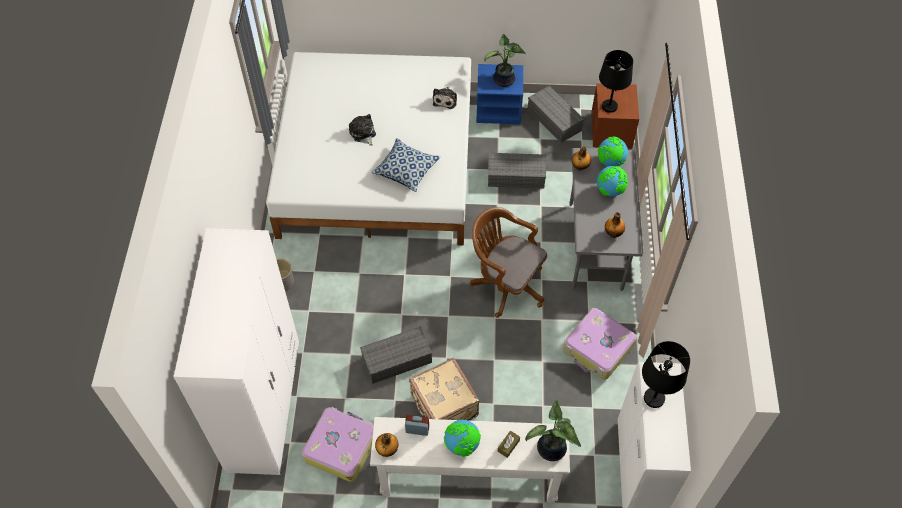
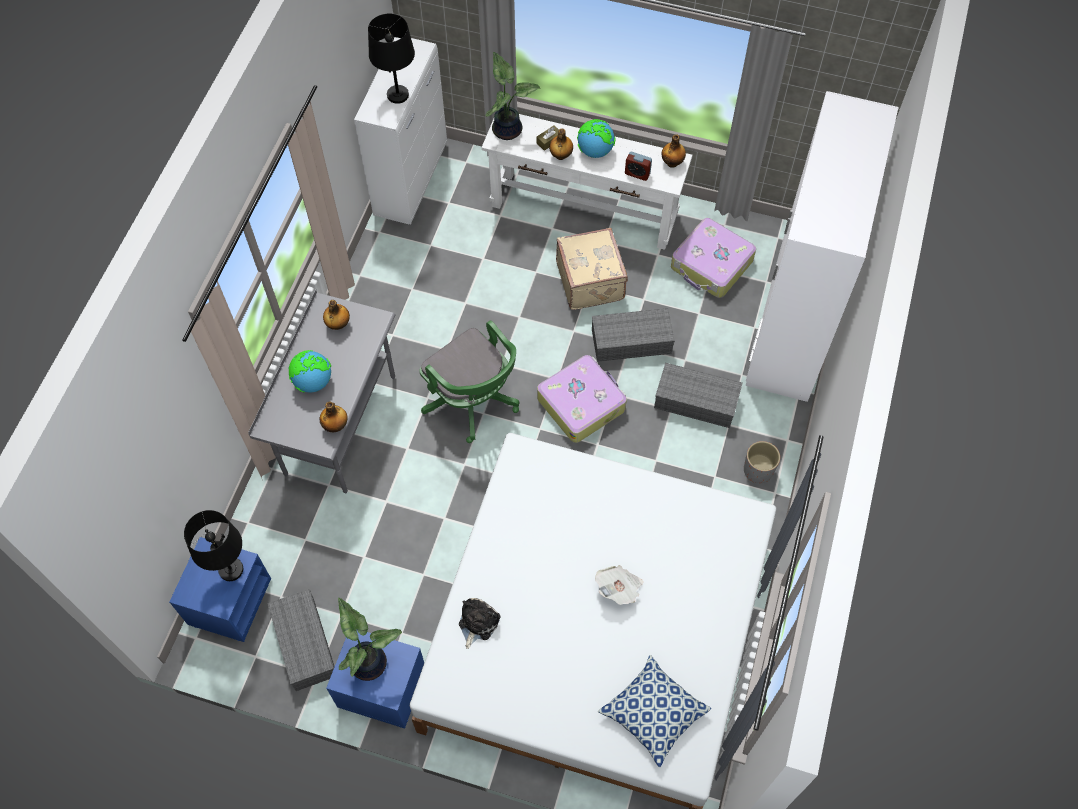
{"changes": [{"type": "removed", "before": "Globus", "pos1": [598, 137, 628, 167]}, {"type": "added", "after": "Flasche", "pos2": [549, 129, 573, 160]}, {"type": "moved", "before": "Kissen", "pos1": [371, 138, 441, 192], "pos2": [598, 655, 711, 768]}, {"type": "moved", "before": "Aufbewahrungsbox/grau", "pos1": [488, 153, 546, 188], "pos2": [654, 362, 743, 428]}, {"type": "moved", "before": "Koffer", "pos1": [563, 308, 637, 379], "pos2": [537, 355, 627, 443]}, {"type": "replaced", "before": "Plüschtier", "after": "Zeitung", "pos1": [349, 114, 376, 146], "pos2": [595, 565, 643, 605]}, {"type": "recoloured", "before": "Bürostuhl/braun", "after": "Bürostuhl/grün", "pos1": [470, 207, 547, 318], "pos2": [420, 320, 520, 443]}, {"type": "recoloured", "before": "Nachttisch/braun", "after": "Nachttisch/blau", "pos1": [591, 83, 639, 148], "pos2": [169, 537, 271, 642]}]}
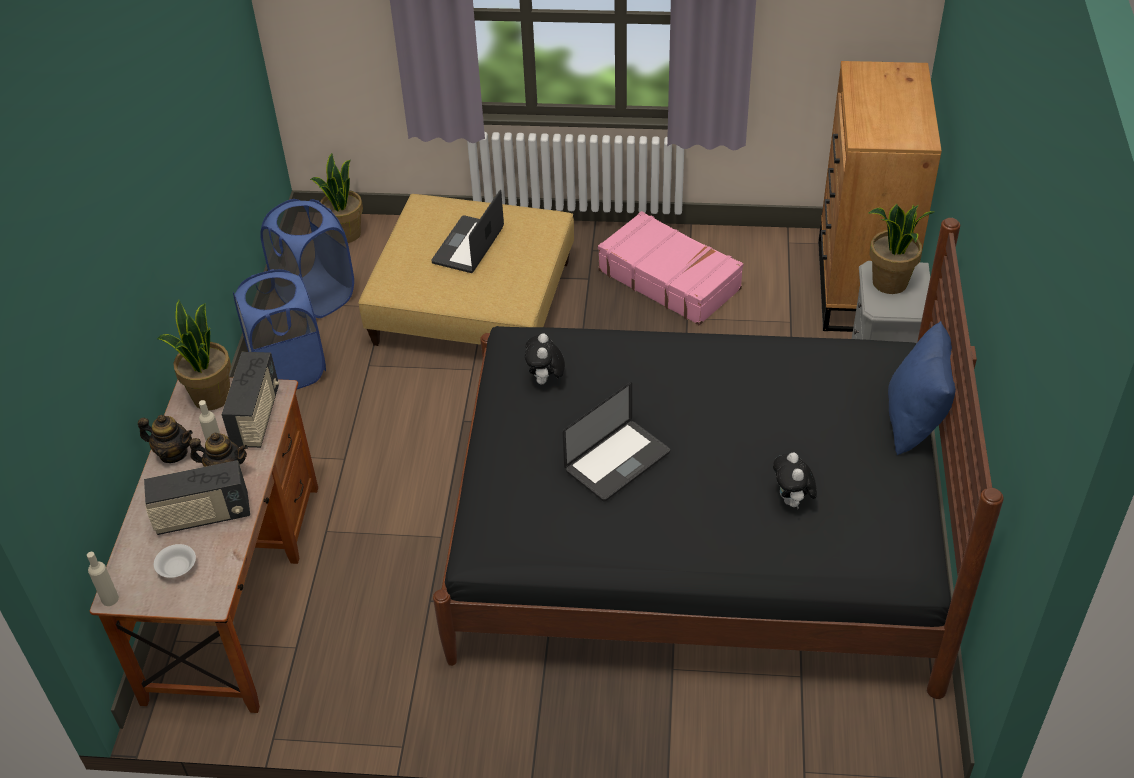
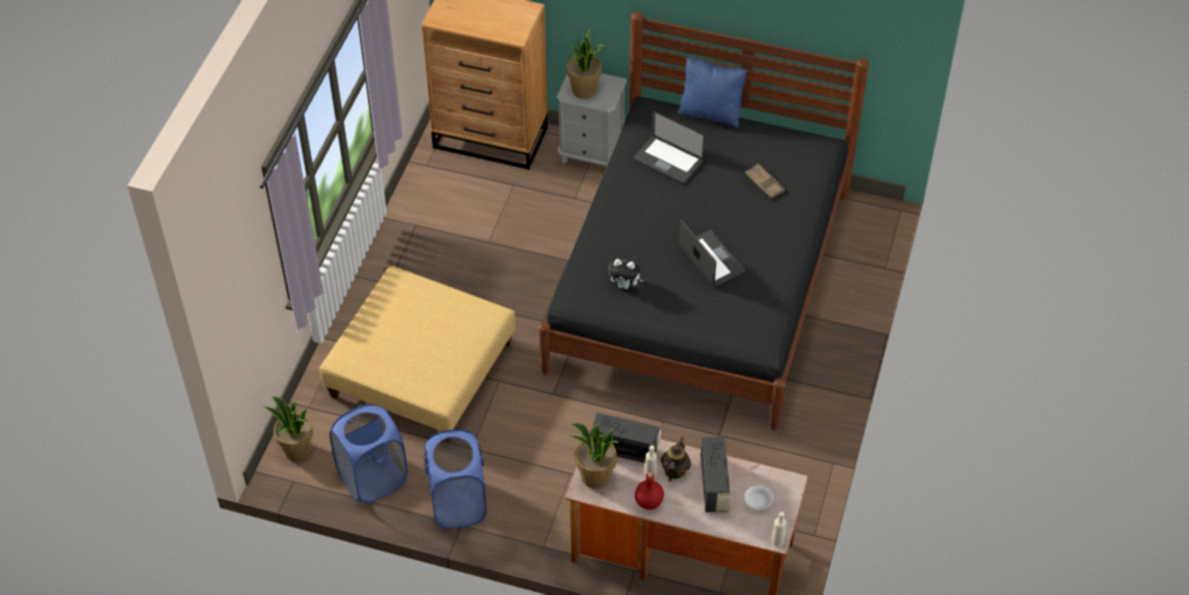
{"changes": [{"type": "removed", "before": "Koffer/rosa", "pos1": [598, 211, 744, 325]}, {"type": "moved", "before": "Laptop", "pos1": [431, 190, 504, 273], "pos2": [634, 111, 705, 184]}, {"type": "replaced", "before": "Teekanne", "after": "Flasche/rot", "pos1": [138, 415, 193, 463], "pos2": [635, 472, 664, 510]}, {"type": "replaced", "before": "Plüschtier", "after": "Tablett/braun", "pos1": [773, 452, 817, 509], "pos2": [745, 164, 785, 199]}]}
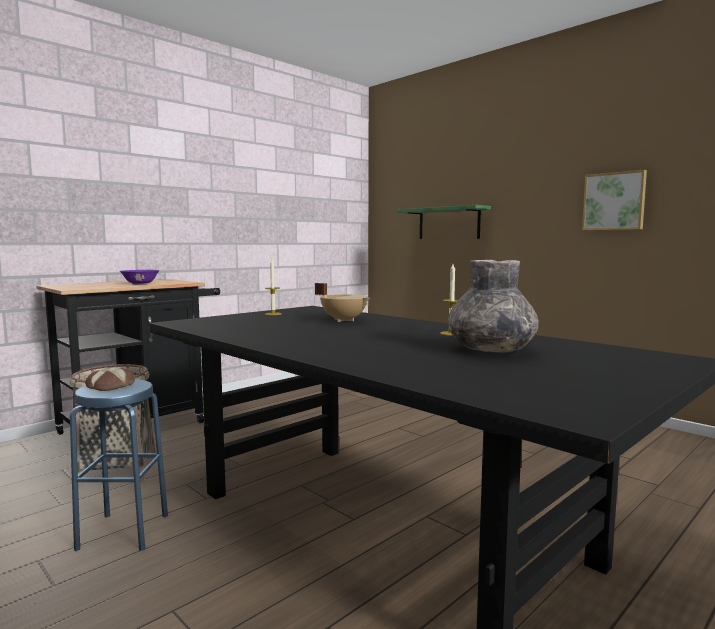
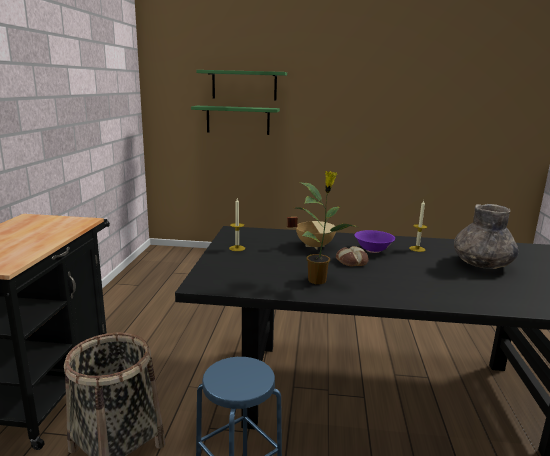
{"changes": [{"type": "removed", "before": "Bild", "pos1": [582, 170, 647, 230]}, {"type": "added", "after": "Wandregal/grün", "pos2": [196, 70, 287, 100]}, {"type": "added", "after": "Topfpflanze", "pos2": [296, 171, 357, 284]}, {"type": "moved", "before": "Brot", "pos1": [85, 367, 135, 391], "pos2": [336, 246, 369, 266]}, {"type": "moved", "before": "Schüssel/lila", "pos1": [120, 270, 160, 285], "pos2": [354, 230, 395, 253]}]}
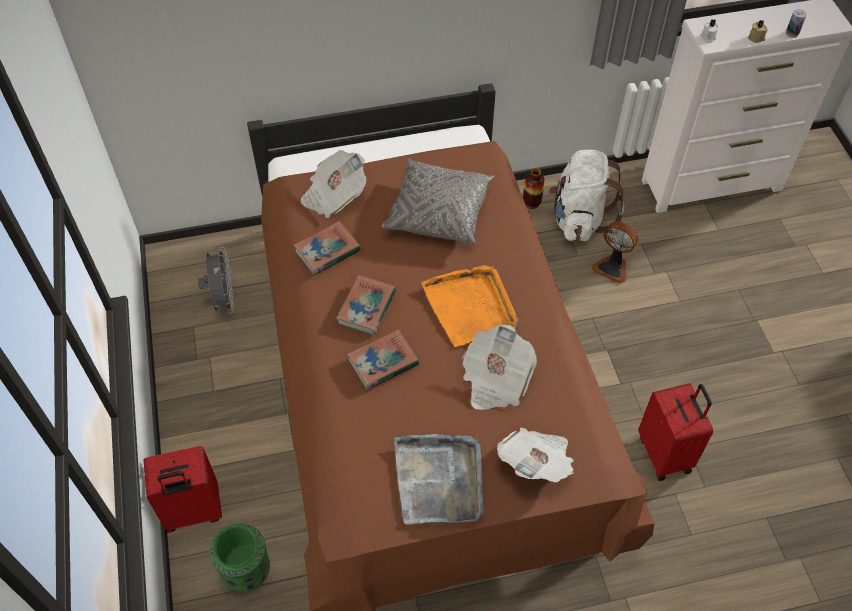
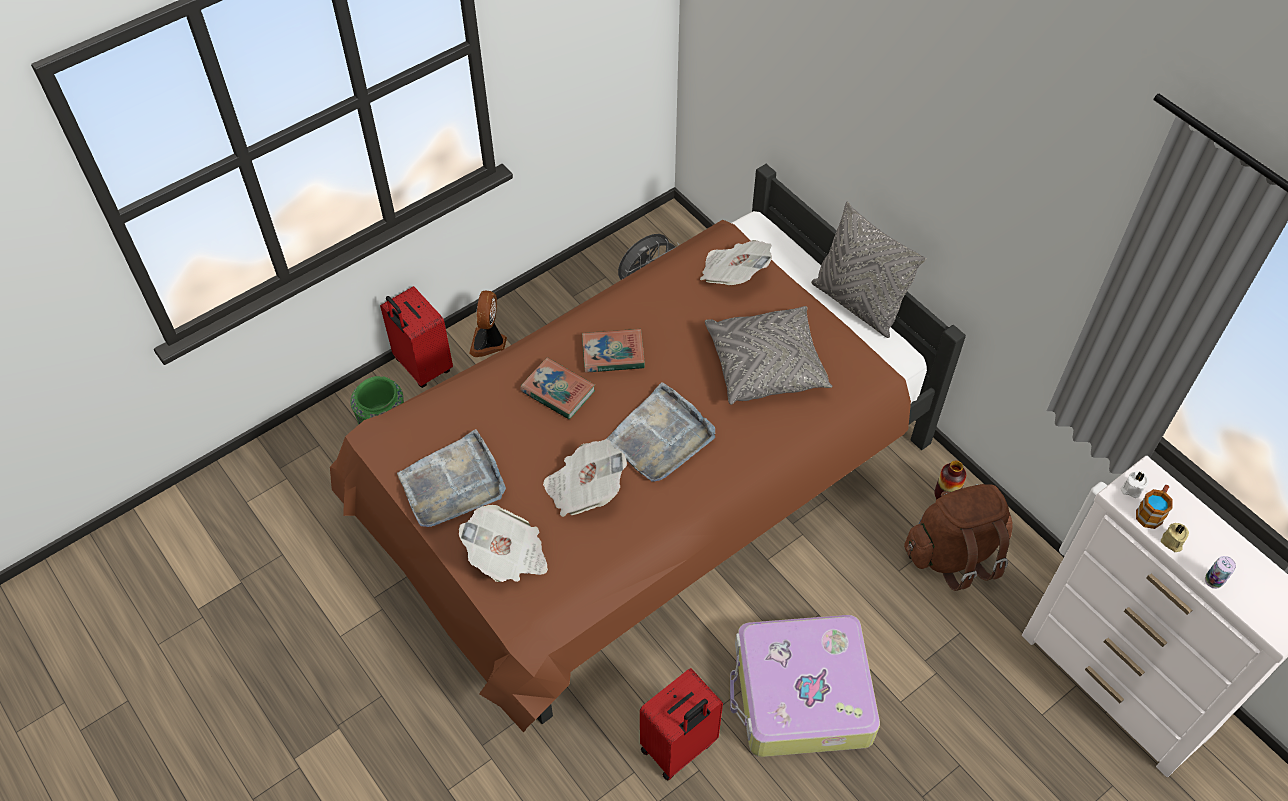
{"changes": [{"type": "removed", "before": "Buch", "pos1": [294, 221, 361, 275]}, {"type": "added", "after": "Koffer", "pos2": [730, 615, 880, 757]}, {"type": "added", "after": "Kissen/grau", "pos2": [811, 202, 926, 338]}, {"type": "added", "after": "Henkelbecher", "pos2": [1136, 485, 1173, 529]}, {"type": "moved", "before": "Ventilator", "pos1": [592, 221, 638, 284], "pos2": [469, 291, 507, 357]}, {"type": "recoloured", "before": "Tablett/orange", "after": "Tablett/grau", "pos1": [421, 265, 518, 347], "pos2": [606, 382, 715, 482]}, {"type": "recoloured", "before": "Rucksack/weiß", "after": "Rucksack/braun", "pos1": [549, 150, 625, 241], "pos2": [904, 484, 1013, 591]}]}
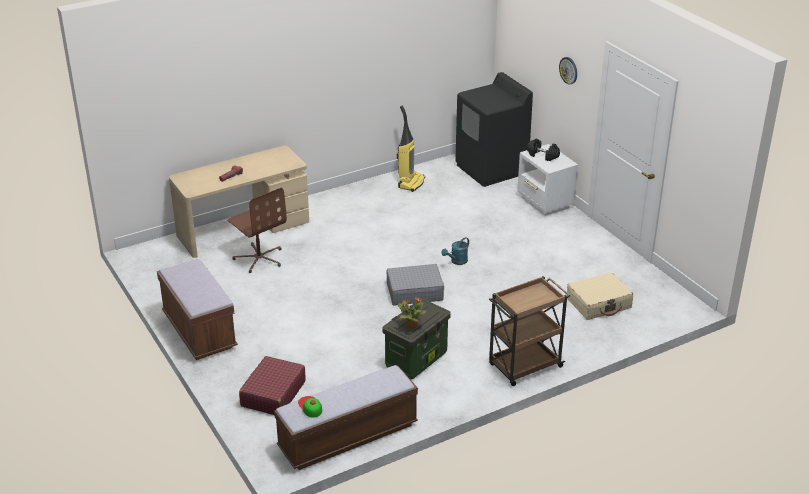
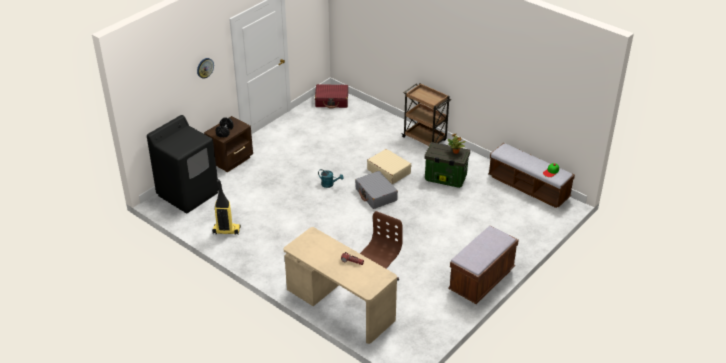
{"changes": [{"type": "moved", "before": "Koffer/rot", "pos1": [239, 356, 306, 415], "pos2": [315, 84, 348, 109]}, {"type": "moved", "before": "Koffer/beige", "pos1": [567, 272, 633, 320], "pos2": [367, 149, 411, 185]}, {"type": "recoloured", "before": "Nachttisch/weiß", "after": "Nachttisch/braun", "pos1": [517, 144, 578, 216], "pos2": [204, 116, 253, 172]}]}
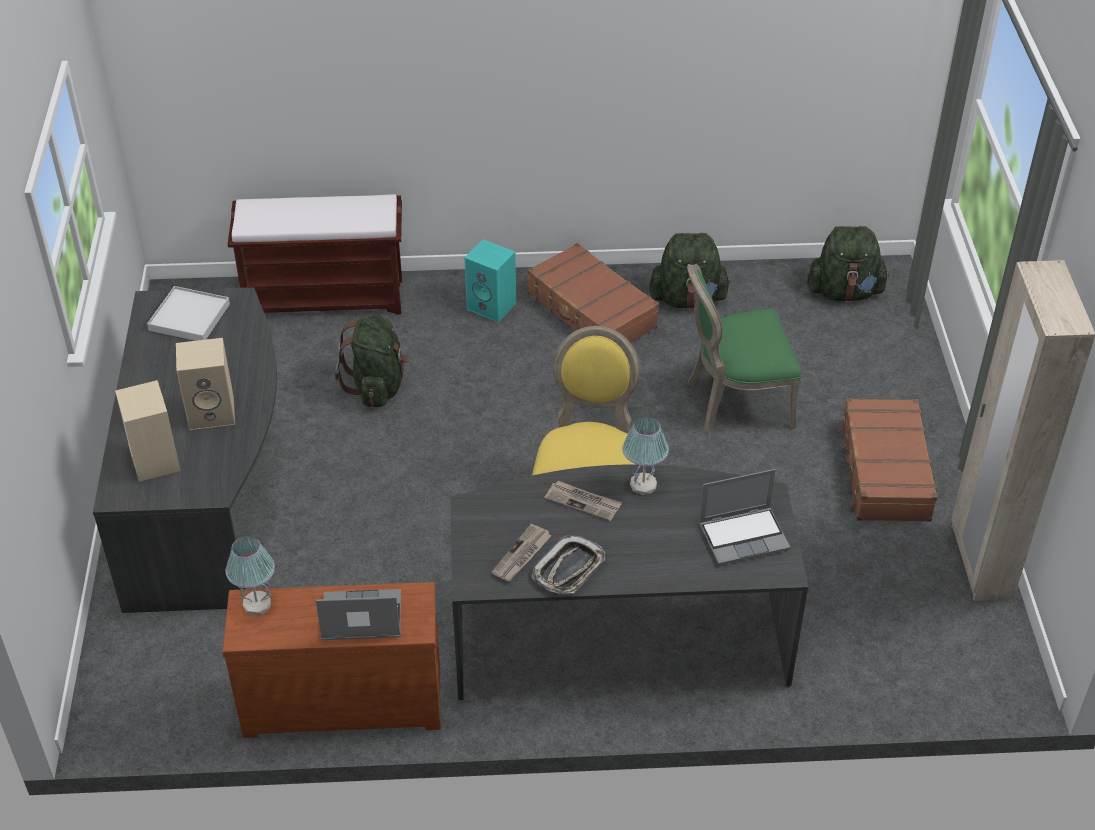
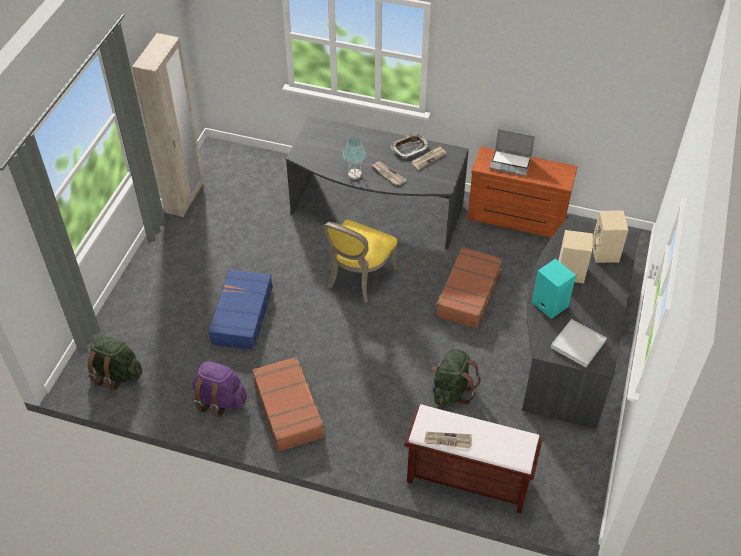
{"changes": [{"type": "removed", "before": "Tischlampe", "pos1": [226, 536, 275, 616]}, {"type": "removed", "before": "Laptop", "pos1": [699, 469, 790, 565]}, {"type": "added", "after": "Zeitung", "pos2": [424, 432, 472, 448]}, {"type": "moved", "before": "Lautsprecher/türkis", "pos1": [465, 239, 516, 322], "pos2": [532, 258, 576, 319]}, {"type": "moved", "before": "Koffer/braun", "pos1": [838, 398, 938, 522], "pos2": [436, 247, 502, 329]}, {"type": "replaced", "before": "Stuhl/grün", "after": "Koffer/blau", "pos1": [687, 264, 801, 433], "pos2": [208, 269, 273, 350]}, {"type": "recoloured", "before": "Rucksack/grün", "after": "Rucksack/lila", "pos1": [649, 233, 731, 309], "pos2": [192, 362, 247, 417]}]}
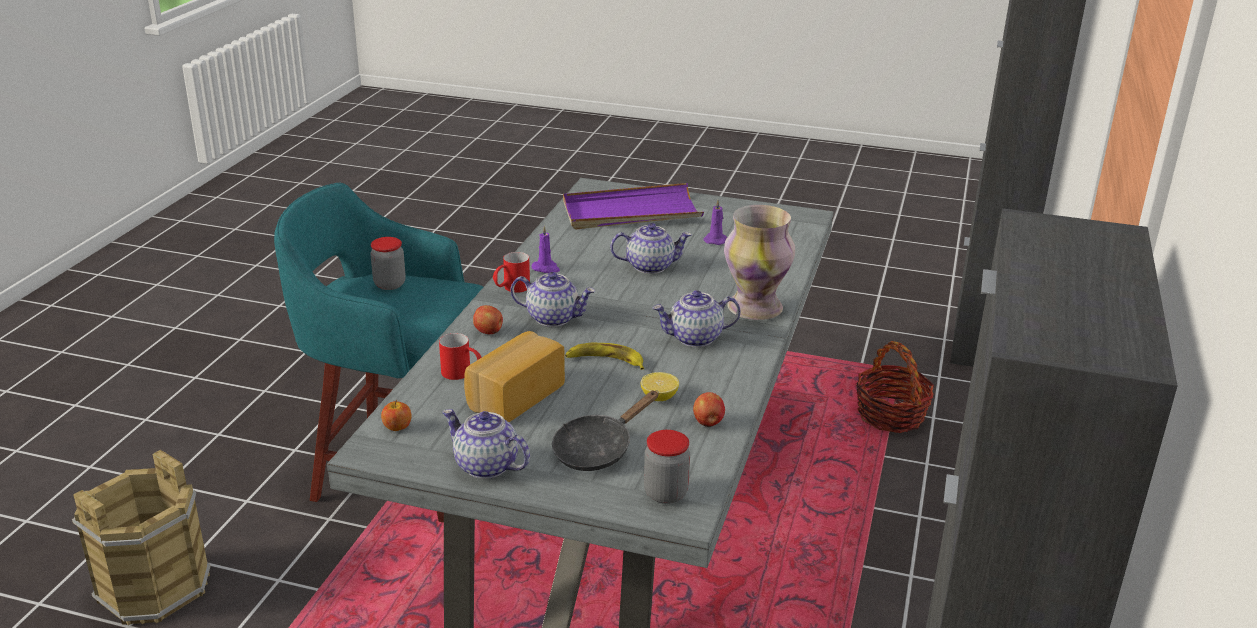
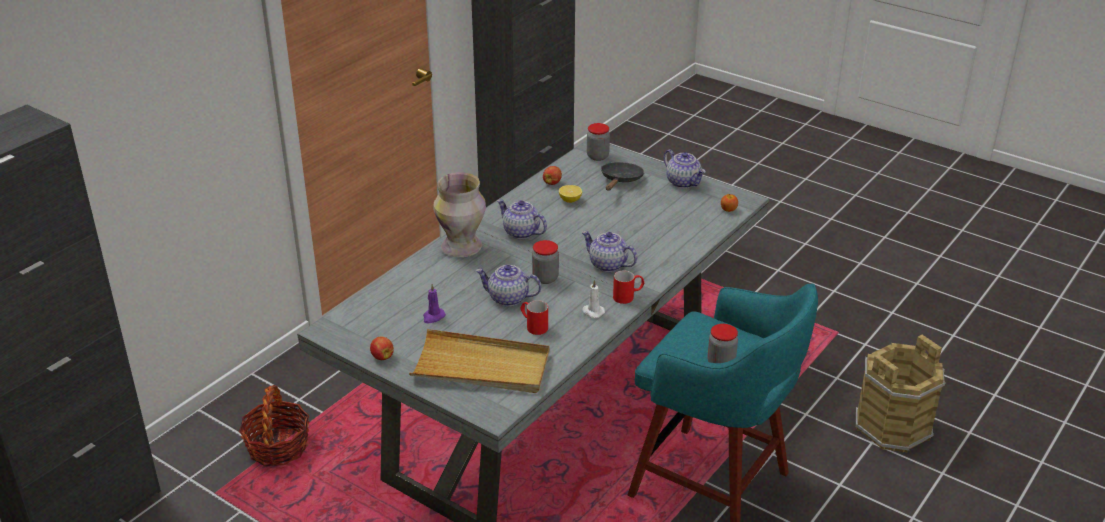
{"changes": [{"type": "removed", "before": "Brot", "pos1": [464, 331, 565, 422]}, {"type": "removed", "before": "Banane", "pos1": [565, 343, 644, 370]}, {"type": "added", "after": "Vorratsglas", "pos2": [532, 240, 559, 284]}, {"type": "moved", "before": "Henkelbecher/rot", "pos1": [439, 333, 482, 380], "pos2": [520, 300, 548, 335]}, {"type": "moved", "before": "Apfel", "pos1": [473, 305, 503, 334], "pos2": [370, 337, 394, 360]}, {"type": "recoloured", "before": "Kerze/lila", "after": "Kerze/weiß", "pos1": [531, 225, 560, 273], "pos2": [582, 280, 605, 318]}, {"type": "recoloured", "before": "Tablett/lila", "after": "Tablett/beige", "pos1": [563, 183, 704, 229], "pos2": [409, 329, 550, 393]}, {"type": "turned", "before": "Pfanne/schwarz", "pos1": [552, 390, 659, 471], "pos2": [601, 162, 644, 191], "turn": -45}, {"type": "turned", "before": "Teekanne", "pos1": [652, 290, 741, 347], "pos2": [497, 199, 547, 239], "turn": -150}]}
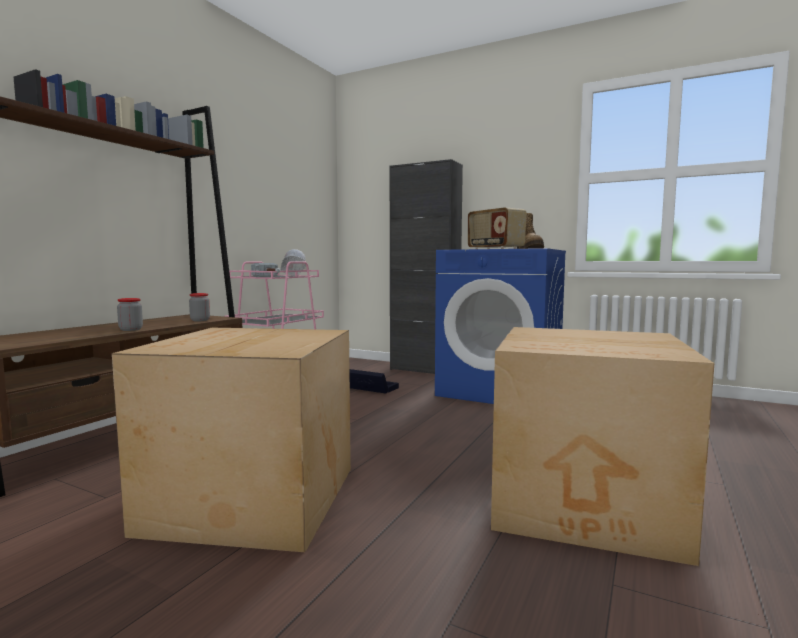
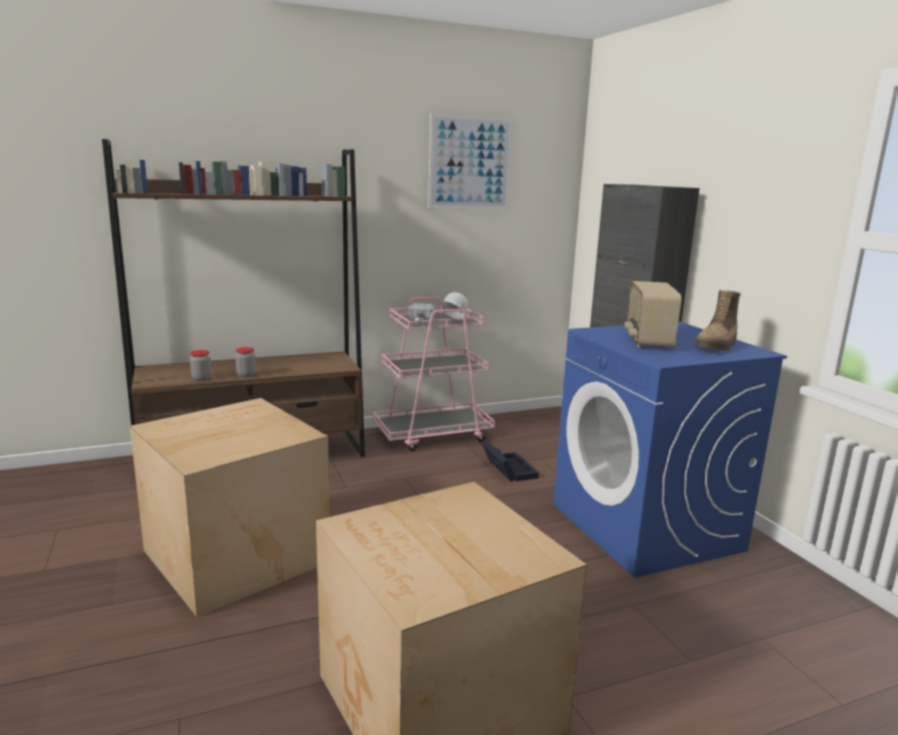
{"changes": [{"type": "added", "after": "Bild", "pos2": [428, 114, 513, 209]}, {"type": "moved", "before": "Vorratsglas", "pos1": [189, 293, 210, 321], "pos2": [190, 350, 211, 381]}]}
